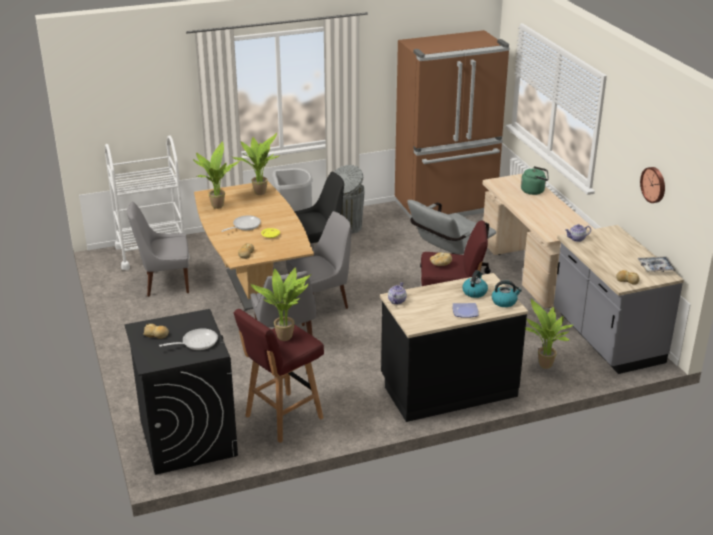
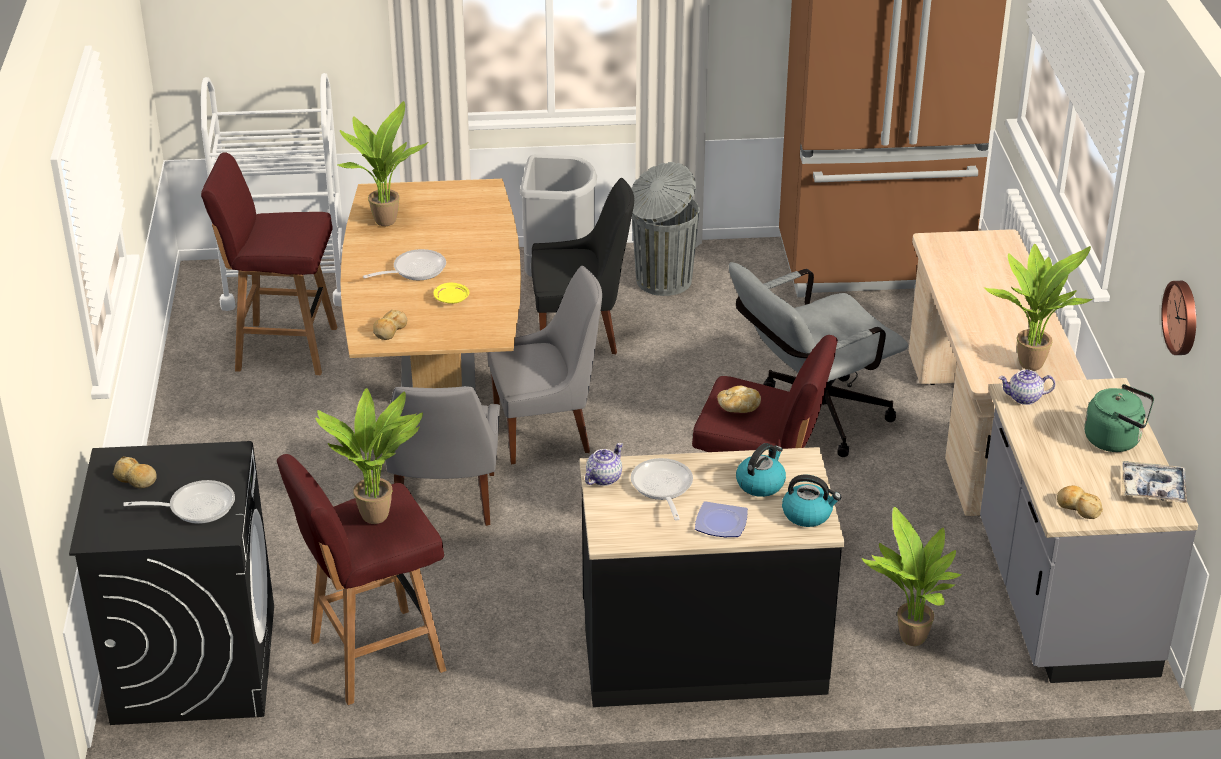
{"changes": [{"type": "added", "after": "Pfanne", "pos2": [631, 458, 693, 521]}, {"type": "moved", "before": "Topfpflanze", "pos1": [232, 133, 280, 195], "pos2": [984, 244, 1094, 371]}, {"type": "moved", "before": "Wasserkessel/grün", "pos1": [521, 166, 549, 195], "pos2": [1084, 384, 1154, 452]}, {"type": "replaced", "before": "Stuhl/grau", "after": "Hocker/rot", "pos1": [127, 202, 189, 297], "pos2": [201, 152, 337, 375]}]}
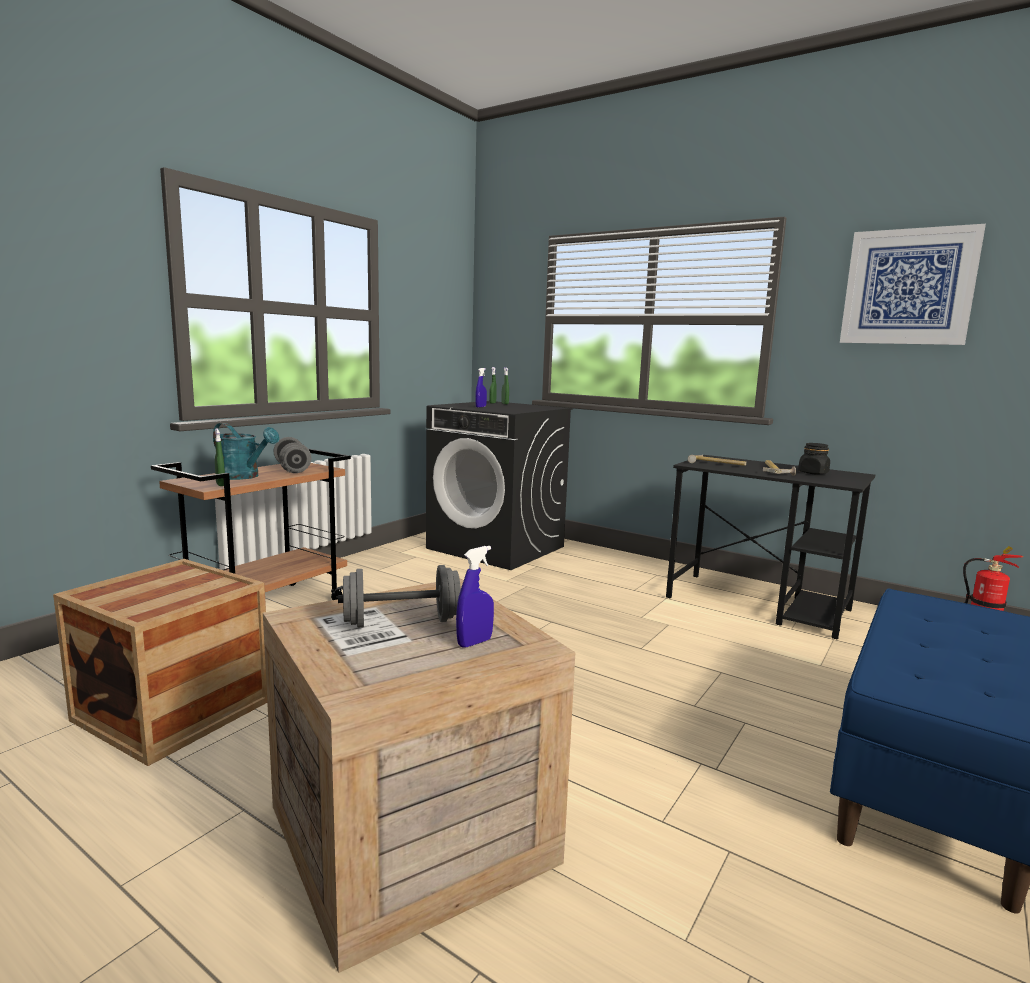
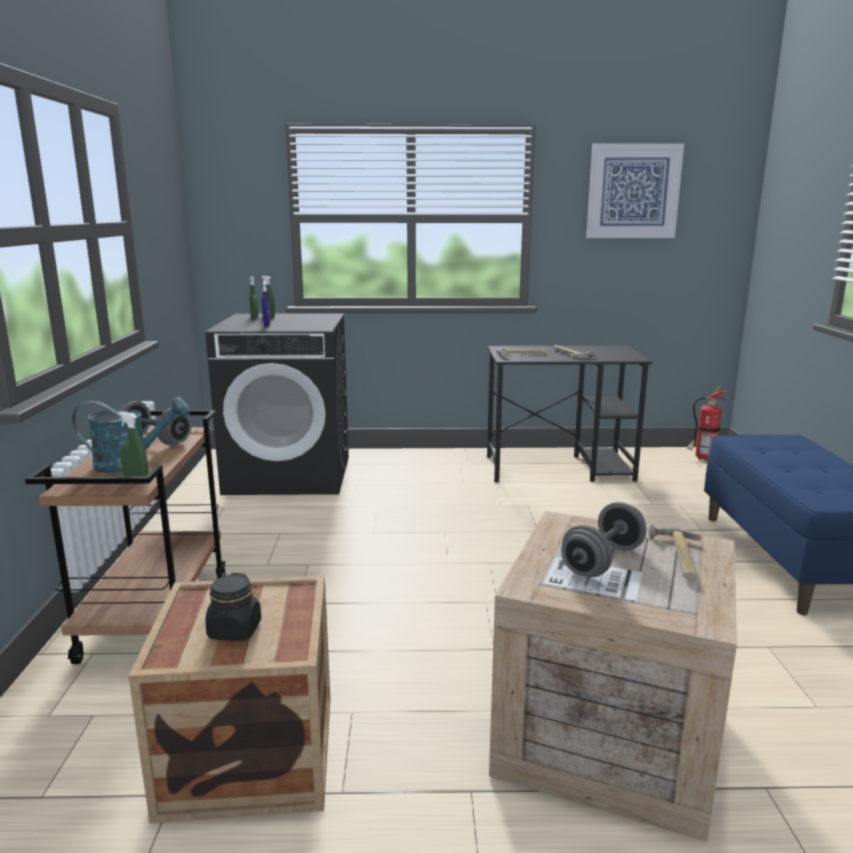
{"changes": [{"type": "moved", "before": "Vorratsglas/schwarz", "pos1": [798, 443, 830, 475], "pos2": [205, 573, 261, 641]}, {"type": "replaced", "before": "Sprühflasche/blau", "after": "Hammer", "pos1": [456, 546, 494, 648], "pos2": [649, 524, 701, 579]}]}
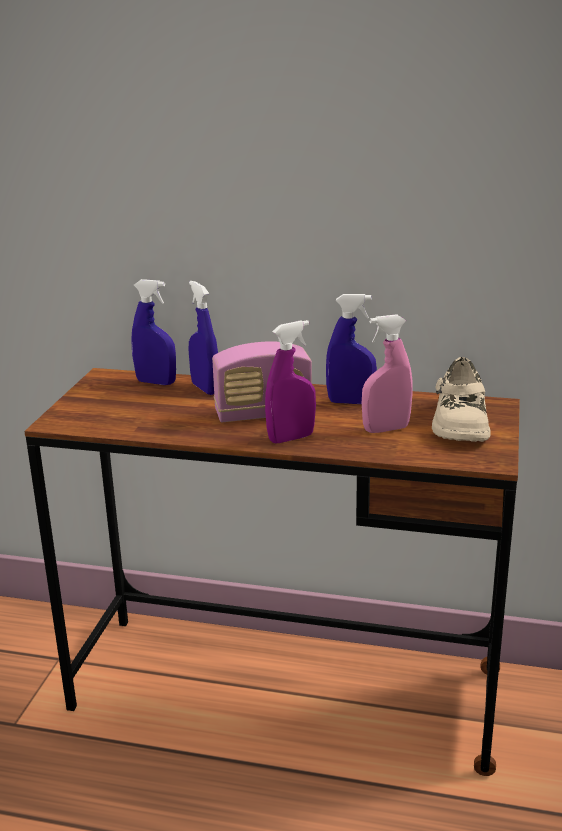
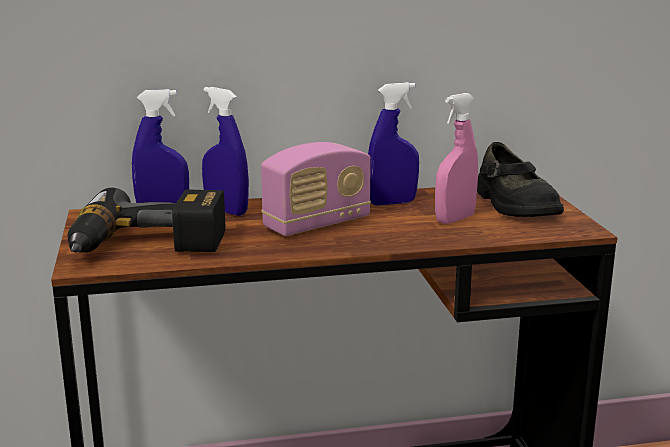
{"changes": [{"type": "removed", "before": "Sprühflasche/lila", "pos1": [265, 320, 316, 443]}, {"type": "added", "after": "Bohrmaschine", "pos2": [67, 188, 226, 253]}, {"type": "recoloured", "before": "Schuh/beige", "after": "Schuh/schwarz", "pos1": [432, 357, 491, 442], "pos2": [477, 142, 564, 217]}]}
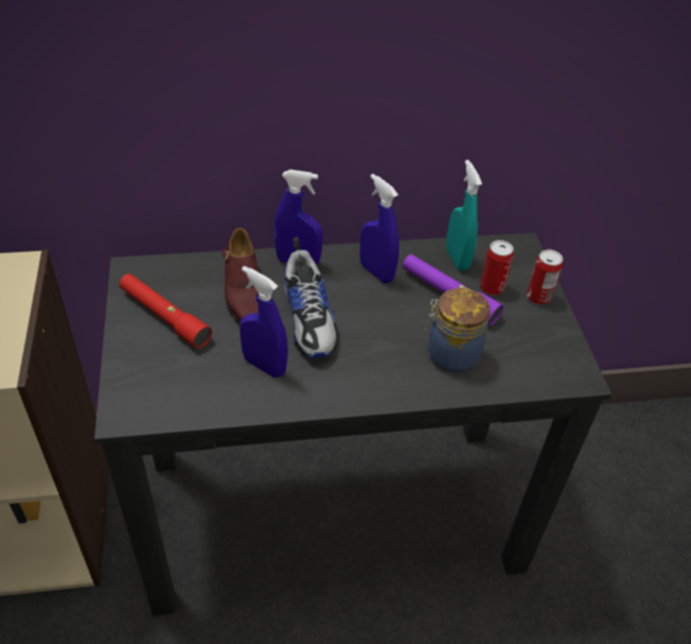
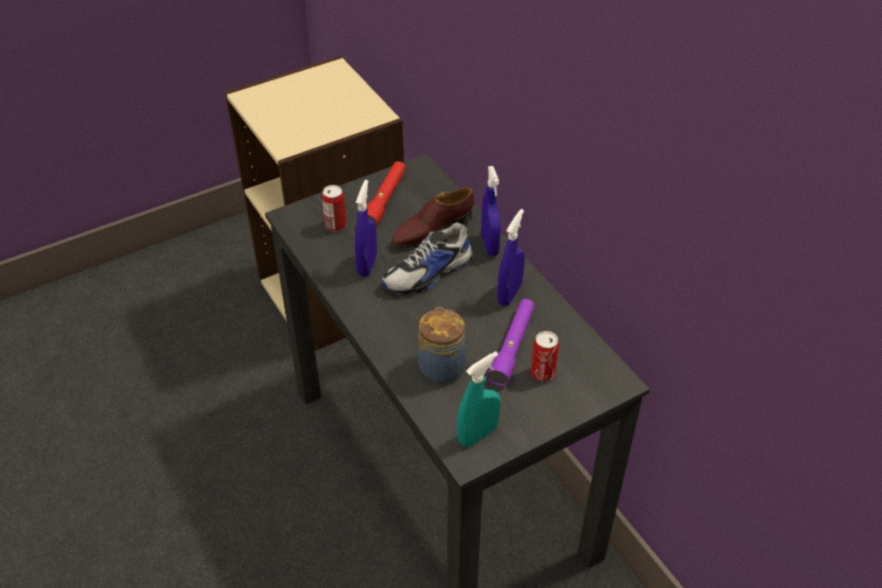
{"changes": [{"type": "moved", "before": "Sprühflasche/türkis", "pos1": [446, 160, 482, 271], "pos2": [457, 351, 500, 447]}, {"type": "moved", "before": "Dose", "pos1": [527, 250, 563, 305], "pos2": [322, 185, 346, 232]}]}
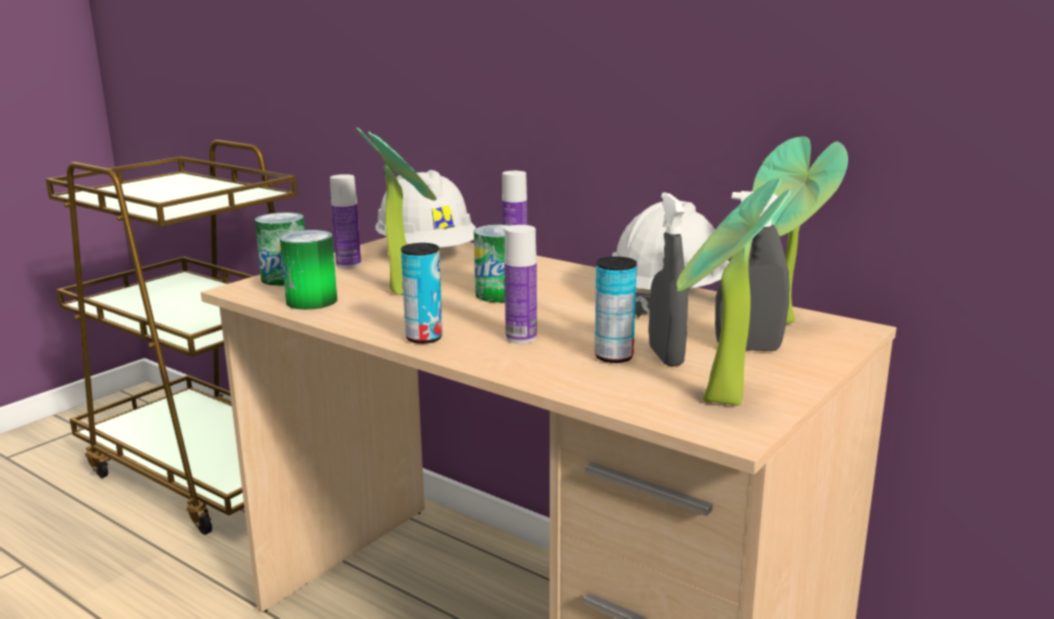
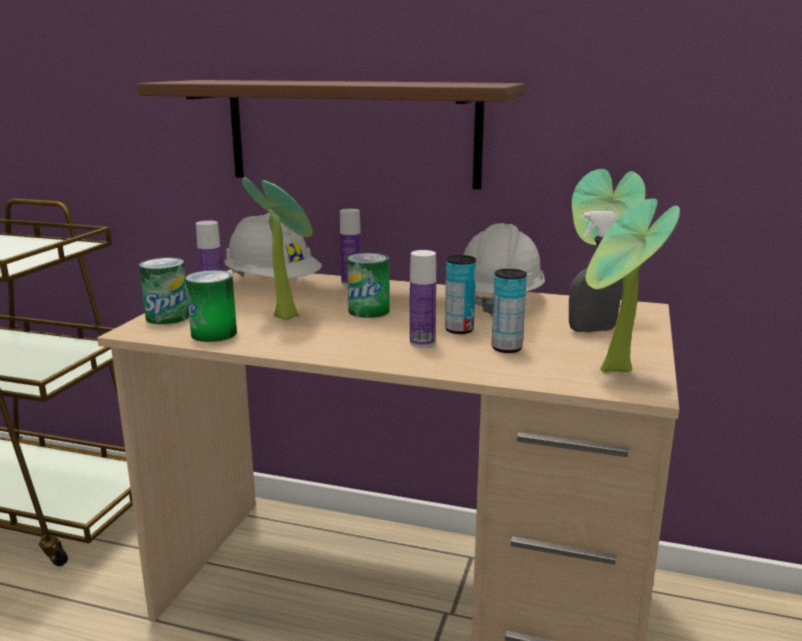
{"changes": [{"type": "removed", "before": "Sprühflasche/grau", "pos1": [649, 192, 688, 367]}, {"type": "added", "after": "Wandregal/braun", "pos2": [137, 80, 525, 190]}, {"type": "moved", "before": "Dose", "pos1": [401, 243, 443, 344], "pos2": [445, 255, 476, 334]}]}
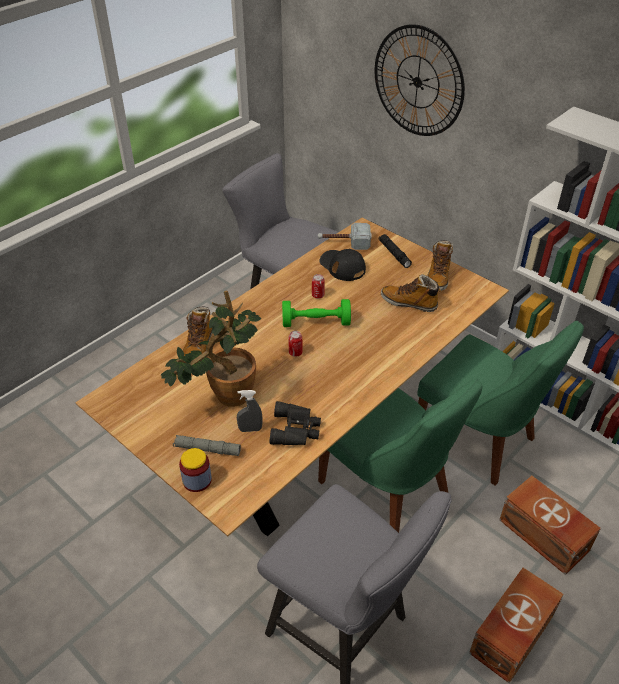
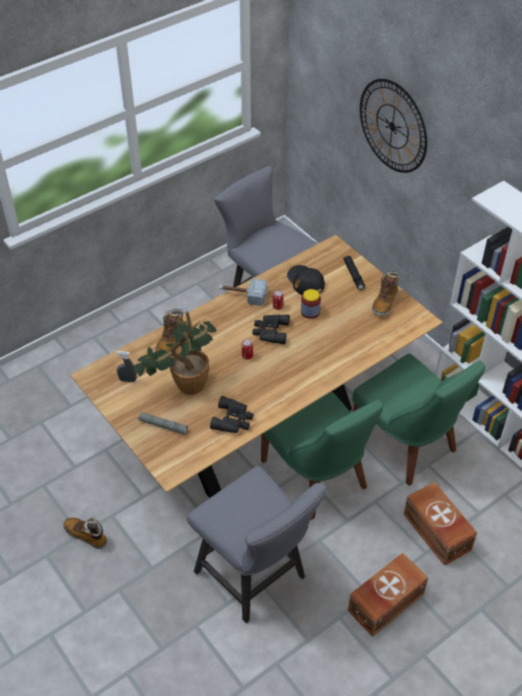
{"changes": [{"type": "moved", "before": "Vorratsglas", "pos1": [179, 448, 212, 492], "pos2": [301, 289, 321, 319]}, {"type": "moved", "before": "Sprühflasche/grau", "pos1": [237, 390, 263, 432], "pos2": [116, 351, 136, 382]}, {"type": "moved", "before": "Hammer", "pos1": [318, 223, 372, 250], "pos2": [219, 278, 267, 306]}, {"type": "moved", "before": "Stiefel", "pos1": [381, 274, 441, 312], "pos2": [63, 517, 107, 549]}, {"type": "replaced", "before": "Hantel/grün", "after": "Fernglas/schwarz", "pos1": [282, 299, 351, 327], "pos2": [252, 314, 290, 344]}]}
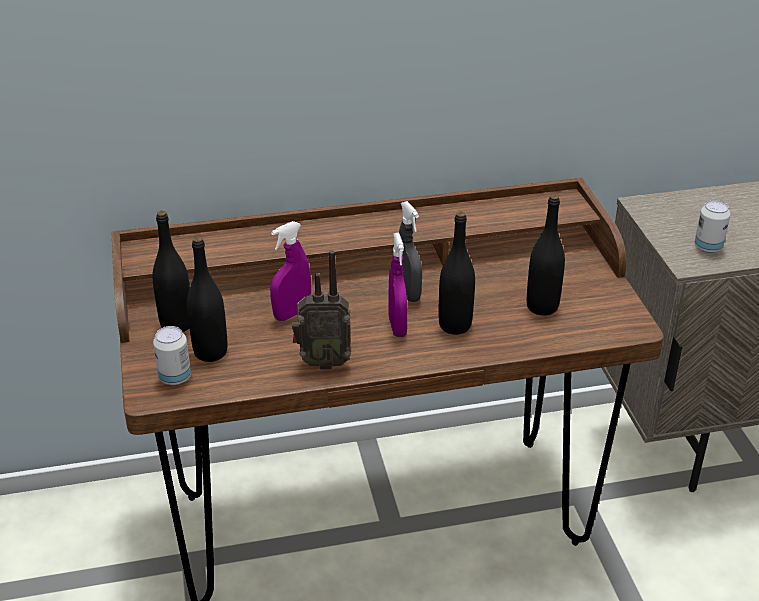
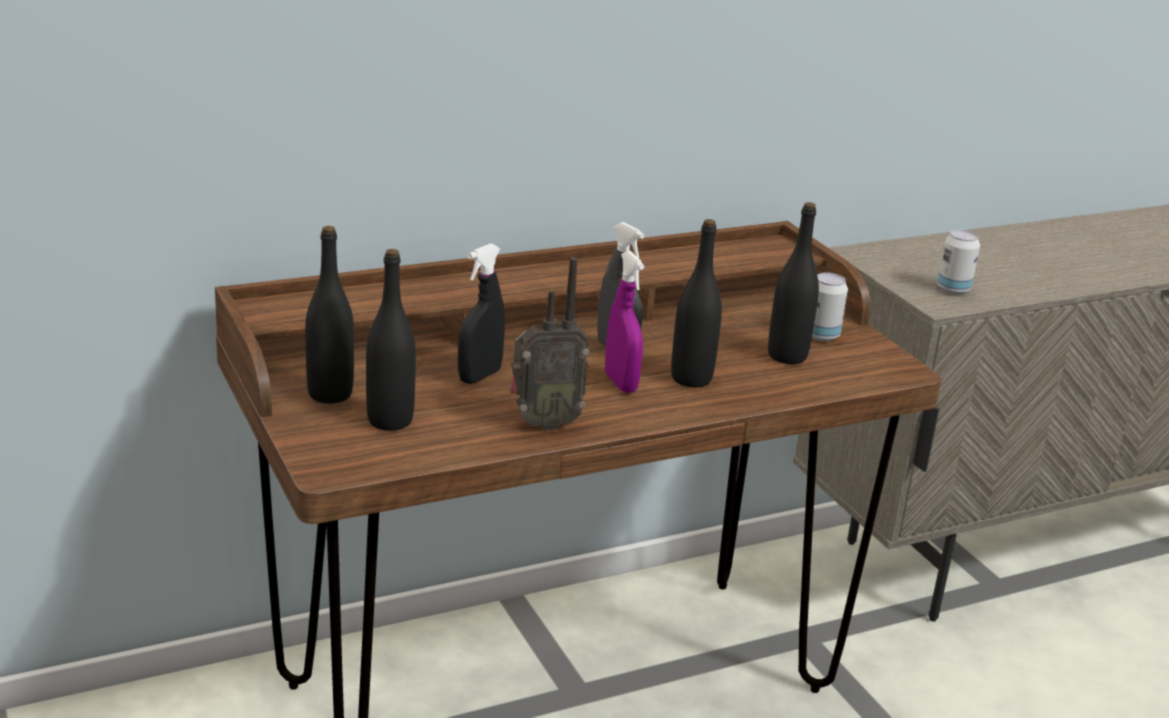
{"changes": [{"type": "moved", "before": "Dose", "pos1": [153, 326, 191, 385], "pos2": [812, 273, 848, 341]}, {"type": "recoloured", "before": "Sprühflasche/lila", "after": "Sprühflasche/schwarz", "pos1": [270, 221, 311, 321], "pos2": [458, 243, 505, 384]}]}
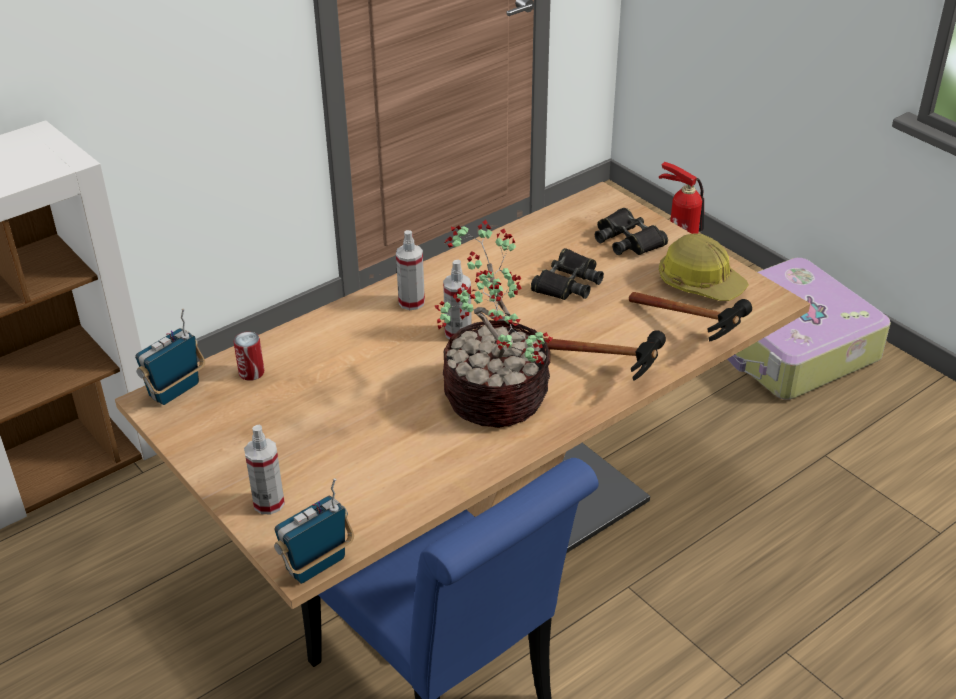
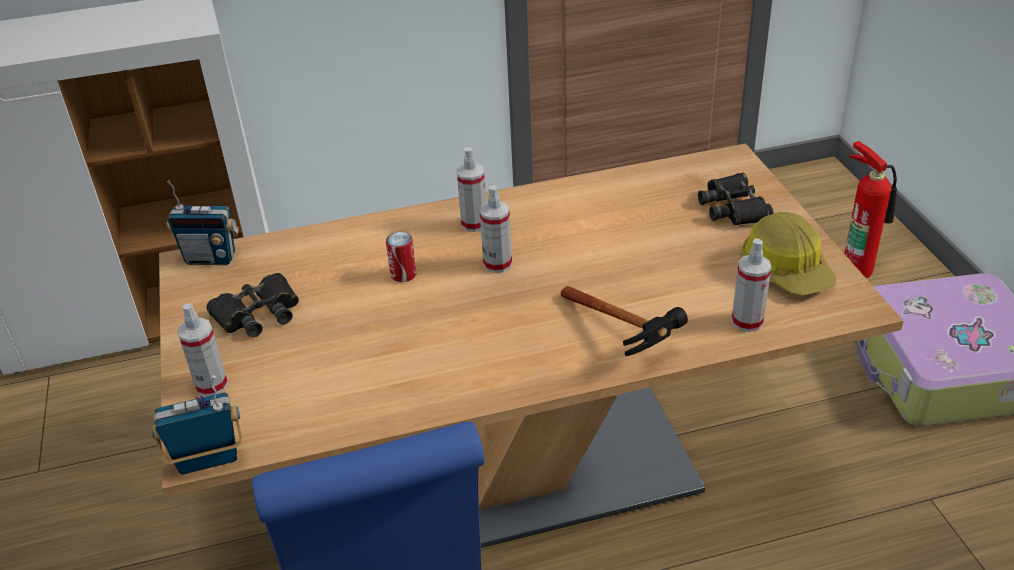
{"changes": [{"type": "removed", "before": "Topfpflanze", "pos1": [435, 220, 553, 428]}, {"type": "moved", "before": "Dose", "pos1": [234, 332, 264, 381], "pos2": [386, 232, 417, 282]}, {"type": "moved", "before": "Fernglas/schwarz", "pos1": [531, 248, 604, 300], "pos2": [206, 273, 299, 337]}, {"type": "replaced", "before": "Hammer", "after": "Sprühflasche", "pos1": [629, 292, 752, 342], "pos2": [732, 238, 771, 332]}, {"type": "turned", "before": "Radio", "pos1": [135, 309, 205, 405], "pos2": [167, 180, 239, 265], "turn": -150}]}
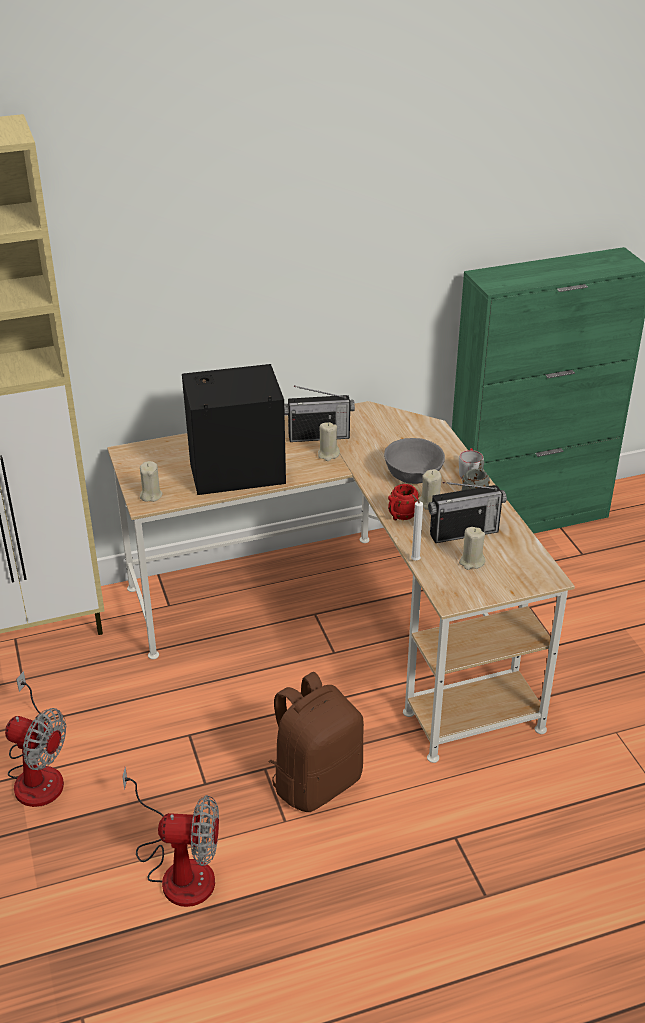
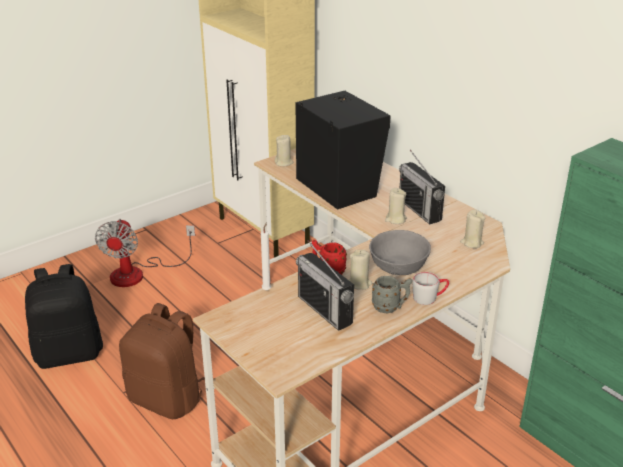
{"changes": [{"type": "moved", "before": "Kerze/beige", "pos1": [459, 527, 485, 570], "pos2": [460, 210, 485, 248]}, {"type": "replaced", "before": "Ventilator", "after": "Rucksack/schwarz", "pos1": [122, 766, 219, 907], "pos2": [25, 264, 103, 369]}]}
